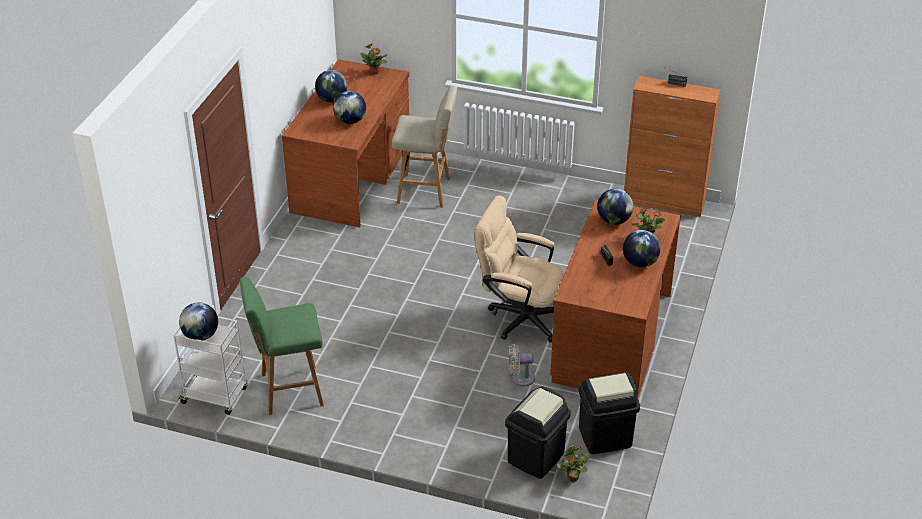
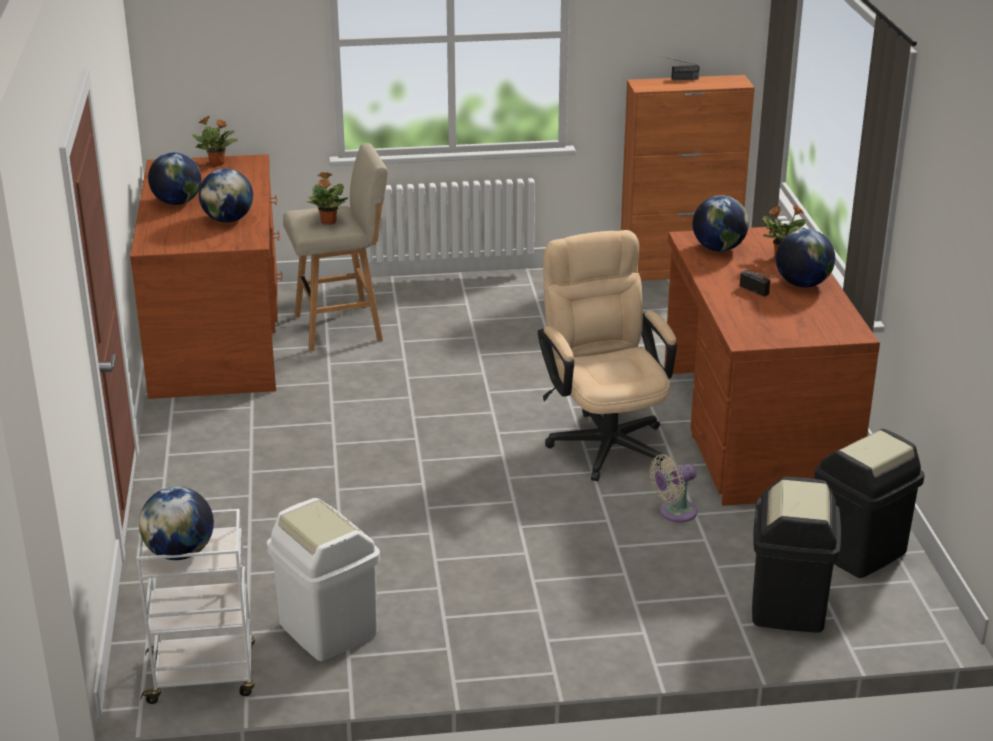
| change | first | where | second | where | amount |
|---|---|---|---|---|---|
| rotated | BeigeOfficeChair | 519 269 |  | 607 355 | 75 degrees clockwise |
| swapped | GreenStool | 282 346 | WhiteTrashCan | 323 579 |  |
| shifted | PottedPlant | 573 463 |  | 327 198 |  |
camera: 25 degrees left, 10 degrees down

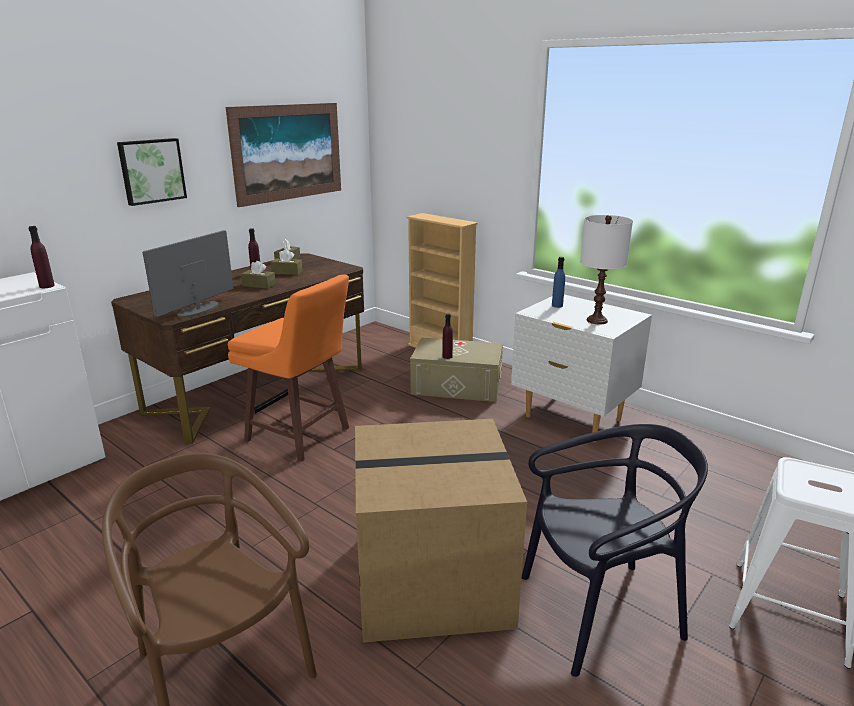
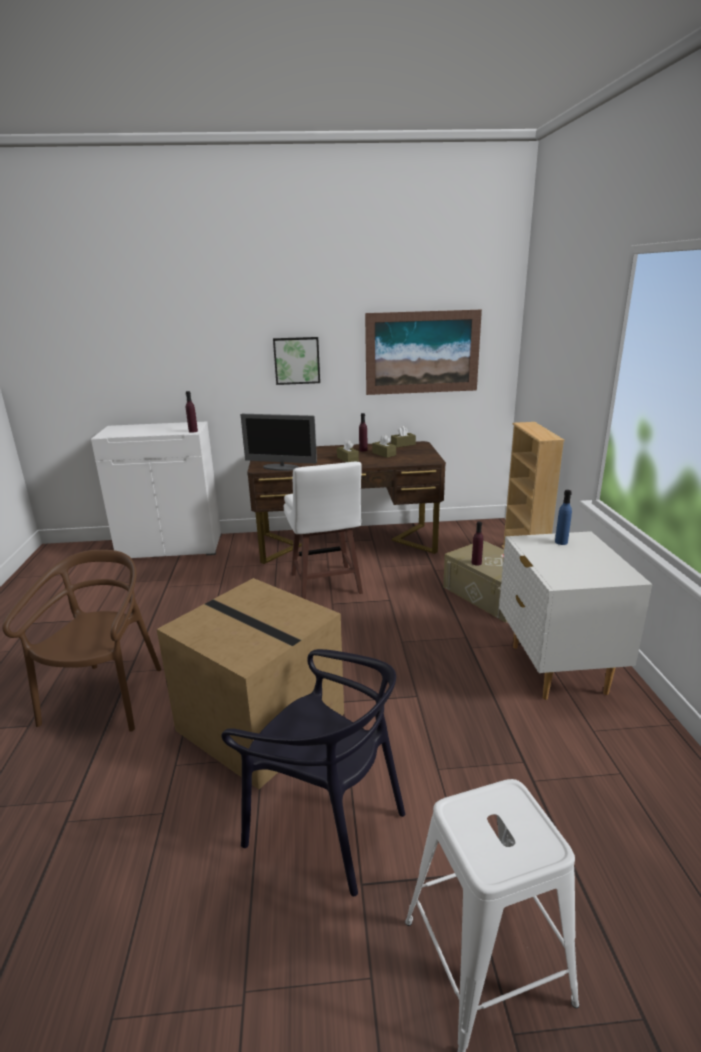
| change | first | where | second | where | amount |
|---|---|---|---|---|---|
| gone | WhiteTableLamp | 606 269 |  |  |  |
| rotated | Monitor | 187 274 |  | 279 442 | 150 degrees counterclockwise |
| repainted | OrangeStool | 288 368 | WhiteStool | 323 530 |  |
camera: 45 degrees right, 0 degrees up

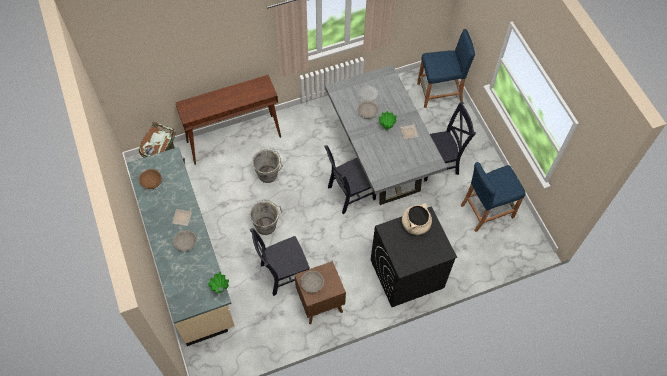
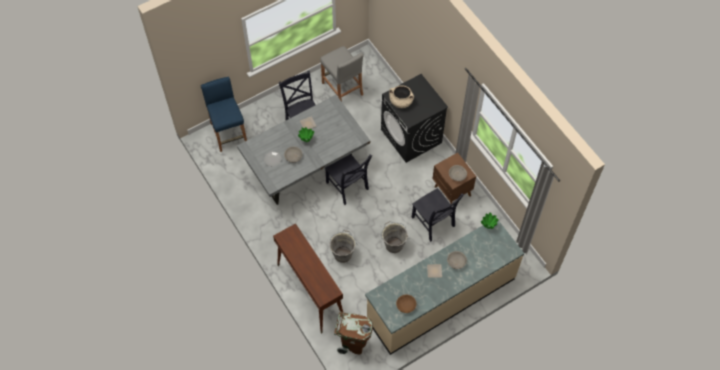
| change | first | where | second | where | amount |
|---|---|---|---|---|---|
| repainted | BlueStool | 493 197 | GreyStool | 342 74 |  |
camera: 100 degrees left, 0 degrees up

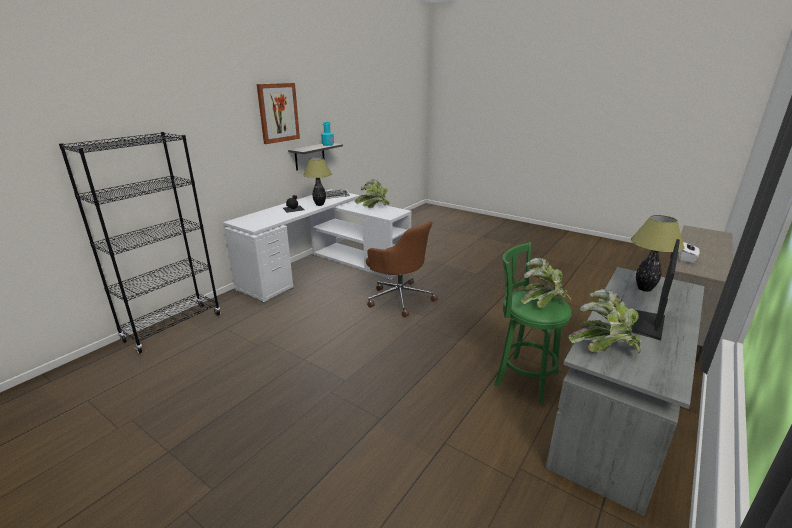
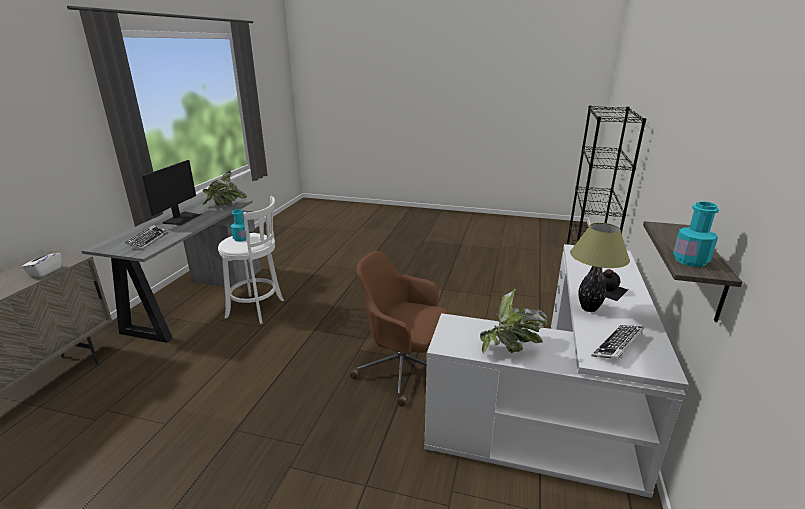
| change | first | where | second | where | amount |
|---|---|---|---|---|---|
| gone | Picture | 278 113 |  |  |  |
| swapped | TableLamp | 658 253 | Keyboard | 146 237 |  |
| repainted | GreenStool | 533 323 | WhiteStool | 251 260 |  |
| swapped | PottedPlant | 546 283 | TurquoiseBottle | 240 225 |  |
camera: 160 degrees right, 0 degrees up

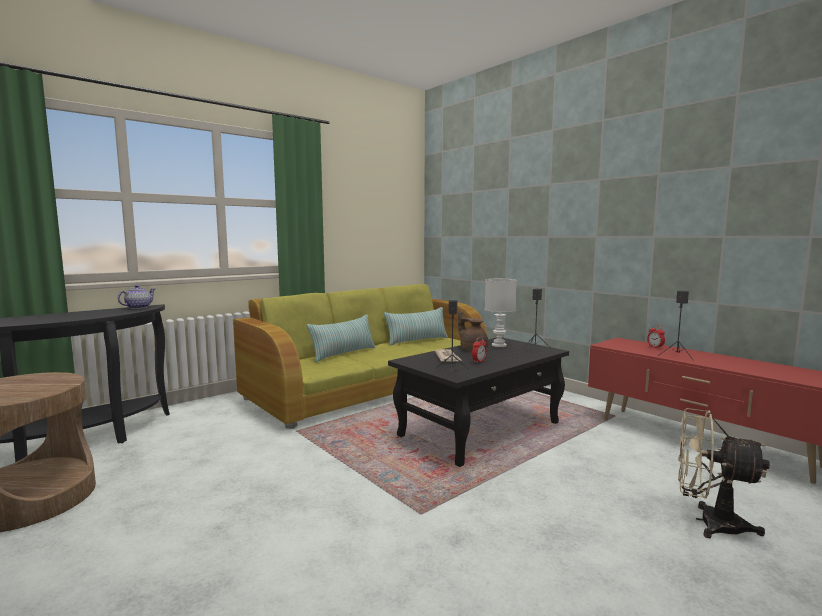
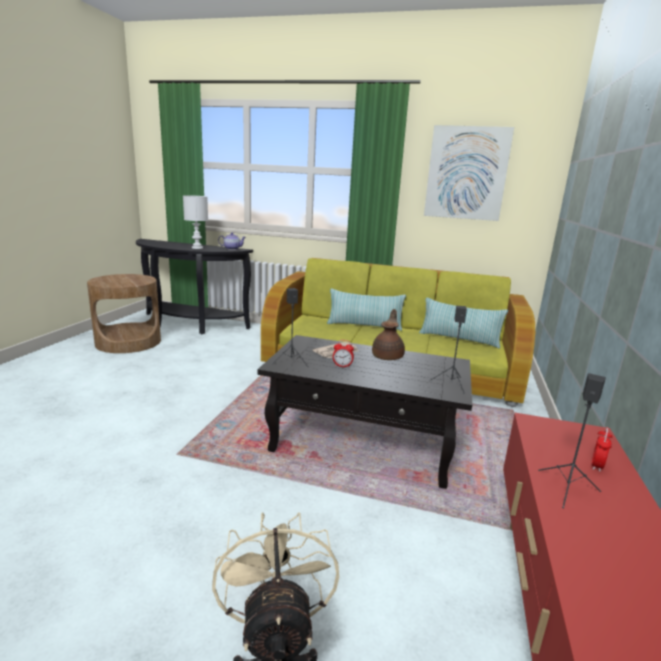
| change | first | where | second | where | amount |
|---|---|---|---|---|---|
| shifted | WhiteTableLamp | 501 313 |  | 195 222 |  |
| new |  |  | Picture | 469 173 |  |
camera: 55 degrees right, 10 degrees up

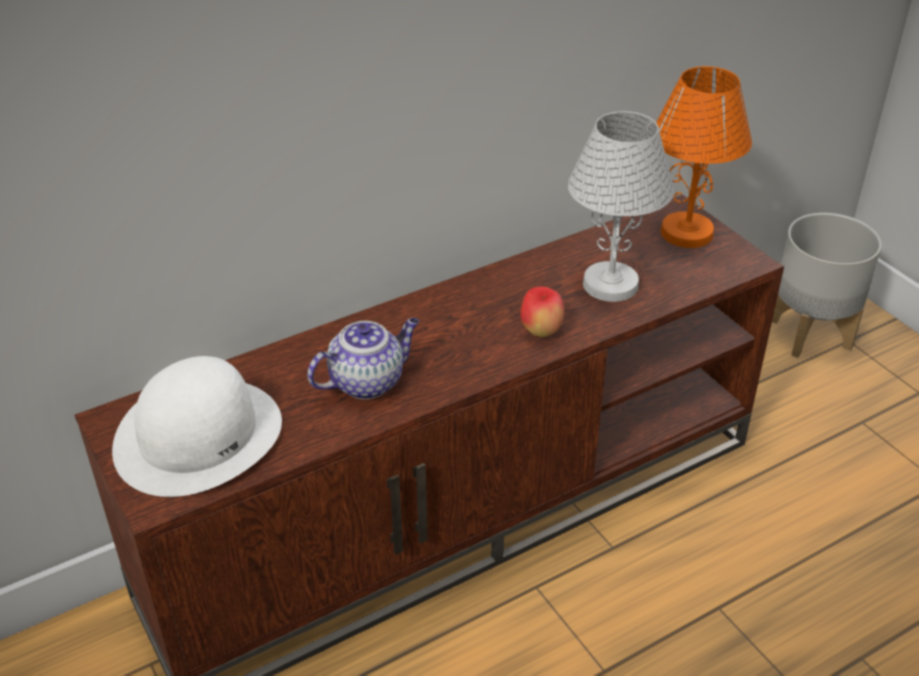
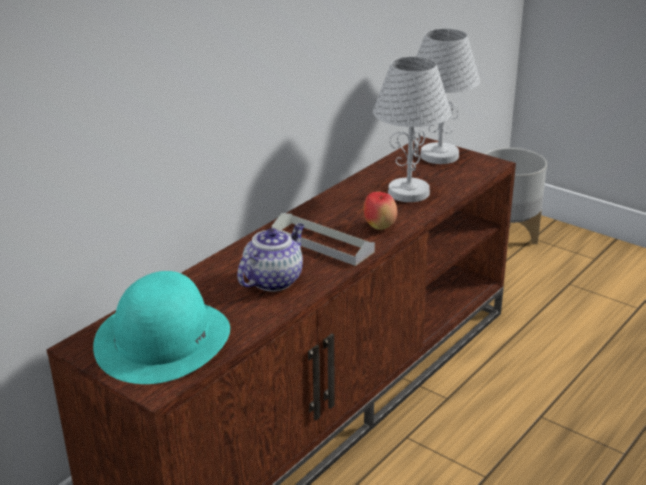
| change | first | where | second | where | amount |
|---|---|---|---|---|---|
| repainted | OrangeTableLamp | 704 157 | WhiteTableLamp | 448 96 |  |
| repainted | WhiteHat | 197 426 | TurquoiseHat | 161 327 |  |
| new |  |  | GreyTray | 323 239 |  |
camera: 20 degrees left, 10 degrees down

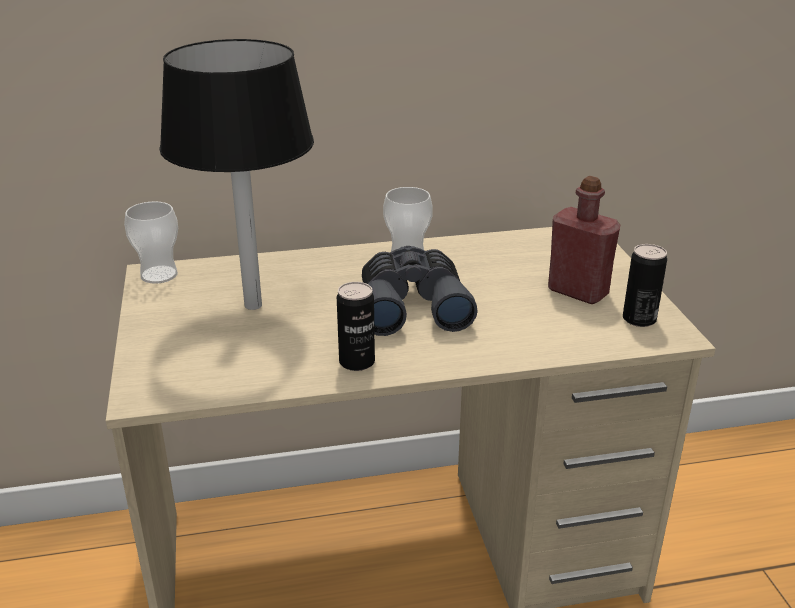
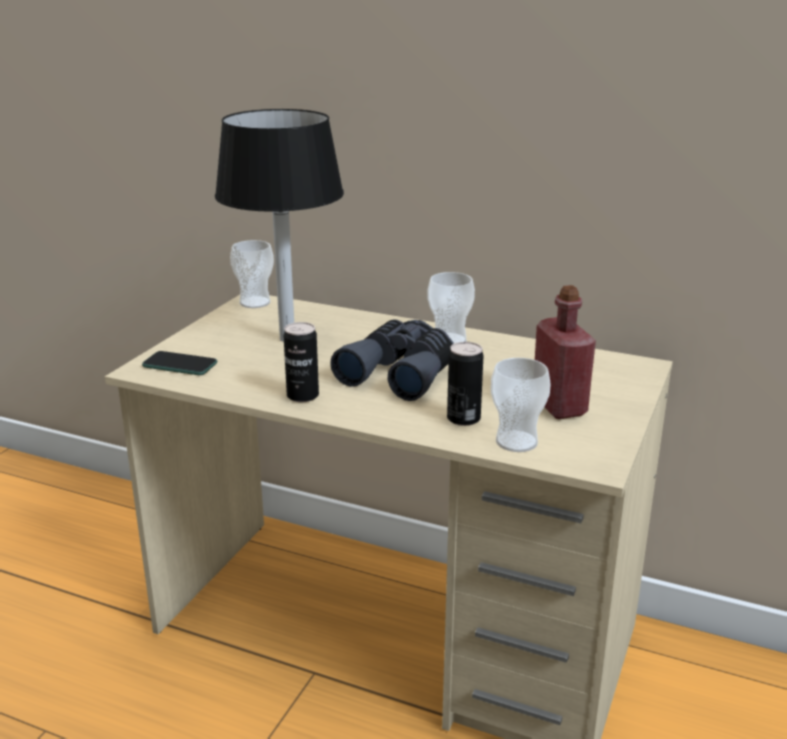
| change | first | where | second | where | amount |
|---|---|---|---|---|---|
| shifted | Can | 645 285 |  | 465 384 |  |
| new |  |  | Phone | 179 363 |  |
| new |  |  | Cup | 521 405 |  |
camera: 35 degrees right, 5 degrees down

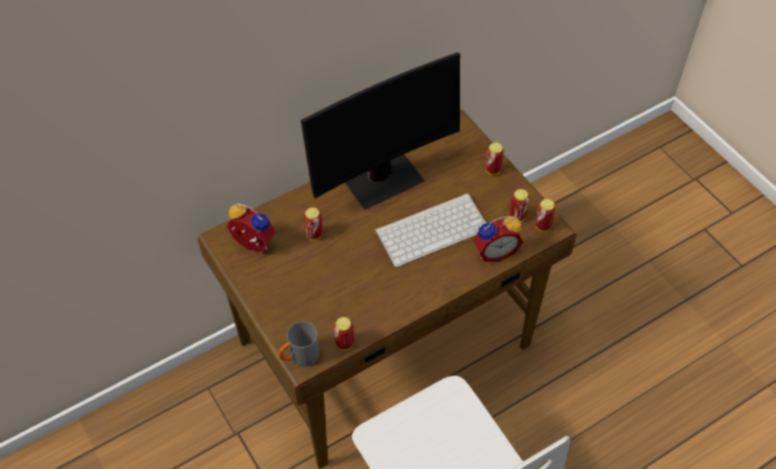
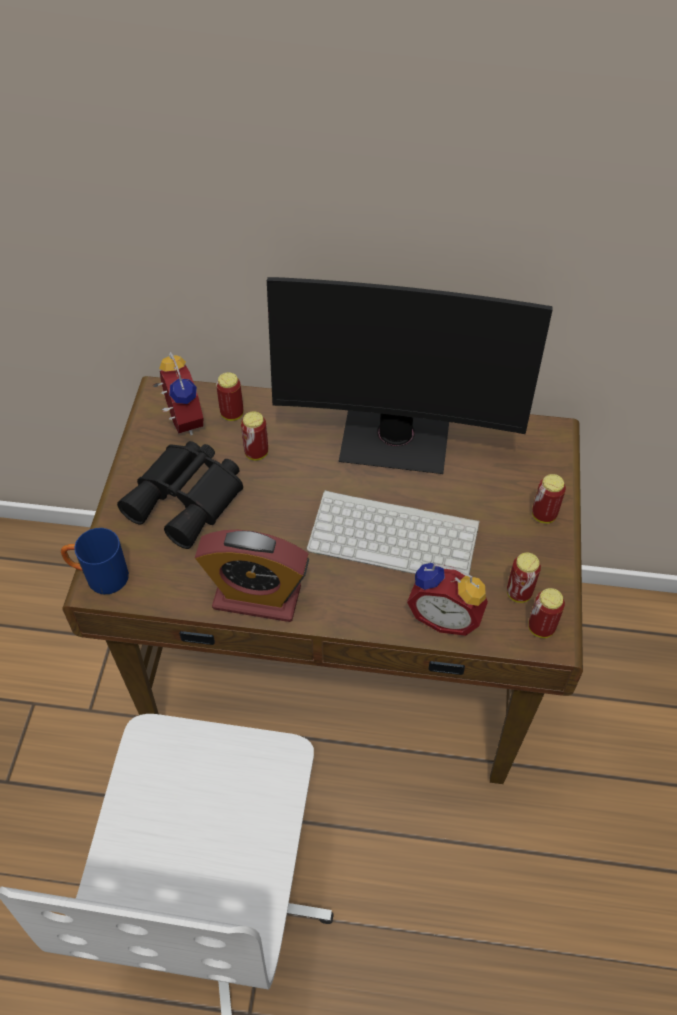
| change | first | where | second | where | amount |
|---|---|---|---|---|---|
| shifted | Can | 344 333 |  | 229 396 |  |
| repainted | GreyMug | 299 344 | BlueMug | 95 561 |  |
| new |  |  | BlackBinoculars | 180 495 |  |
| new |  |  | AlarmClock | 252 576 |  |
camera: 40 degrees right, 0 degrees up

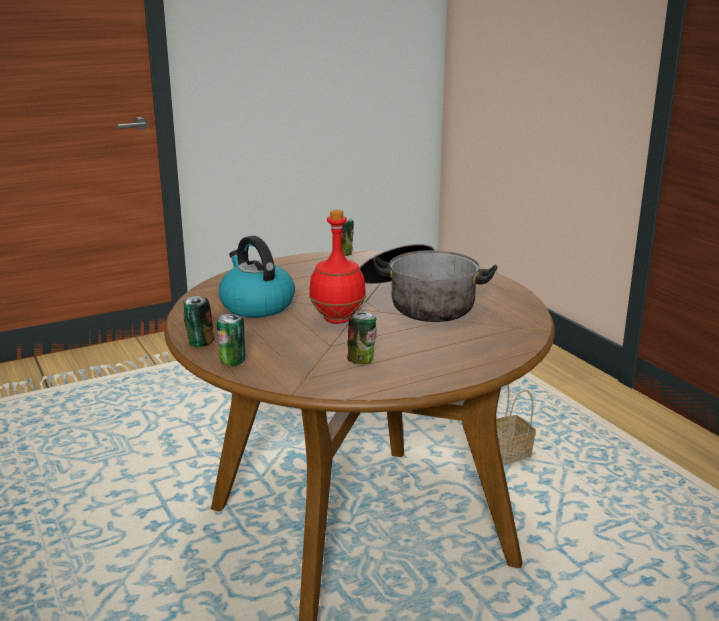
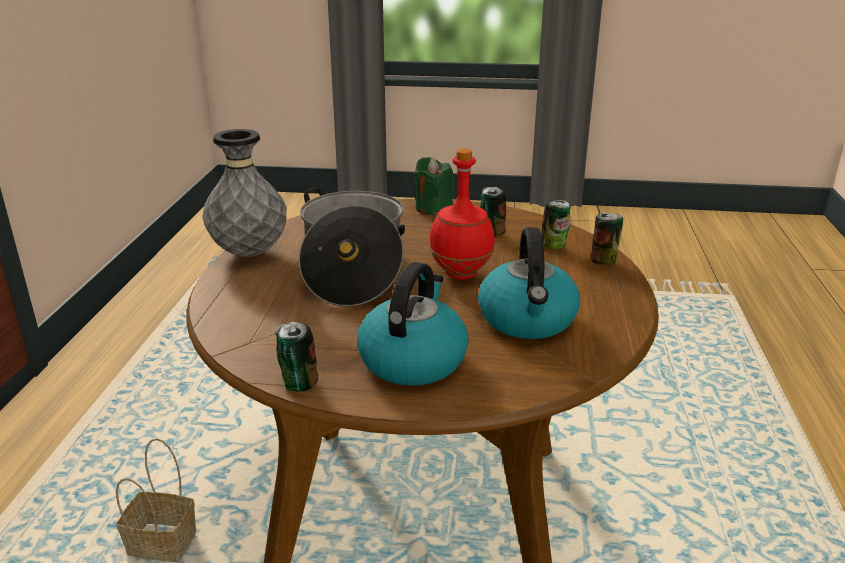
| change | first | where | second | where | amount |
|---|---|---|---|---|---|
| shifted | Can | 198 321 |  | 556 225 |  |
| new |  |  | GreyVase | 244 193 |  |
| new |  |  | GreenCandle | 434 186 |  |
| new |  |  | Kettle | 412 324 |  |
camera: 145 degrees left, 5 degrees up

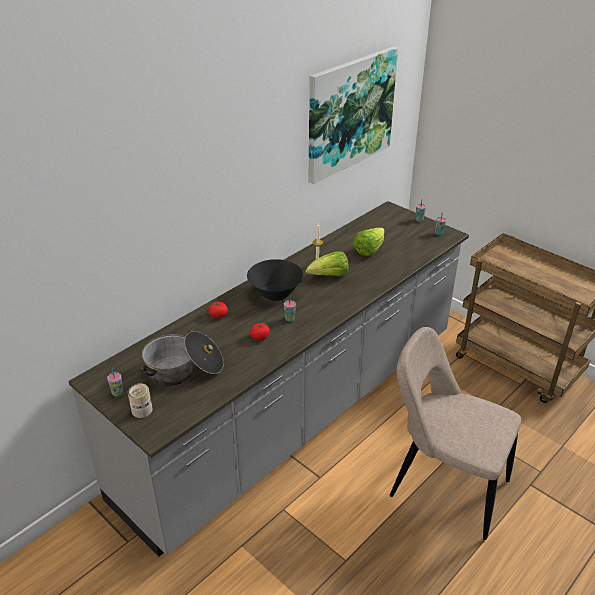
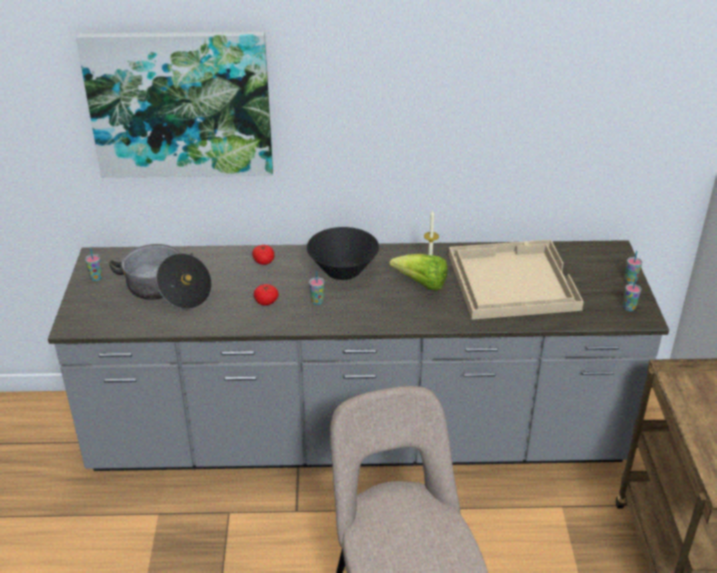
| change | first | where | second | where | amount |
|---|---|---|---|---|---|
| shifted | Picture | 353 115 |  | 174 105 |  |
| swapped | Lettuce | 368 242 | BeigeTray | 516 280 |  |
| gone | Can | 140 401 |  |  |  |
camera: 45 degrees right, 0 degrees up

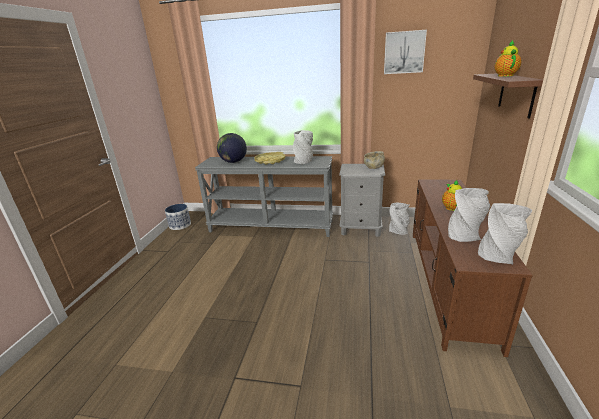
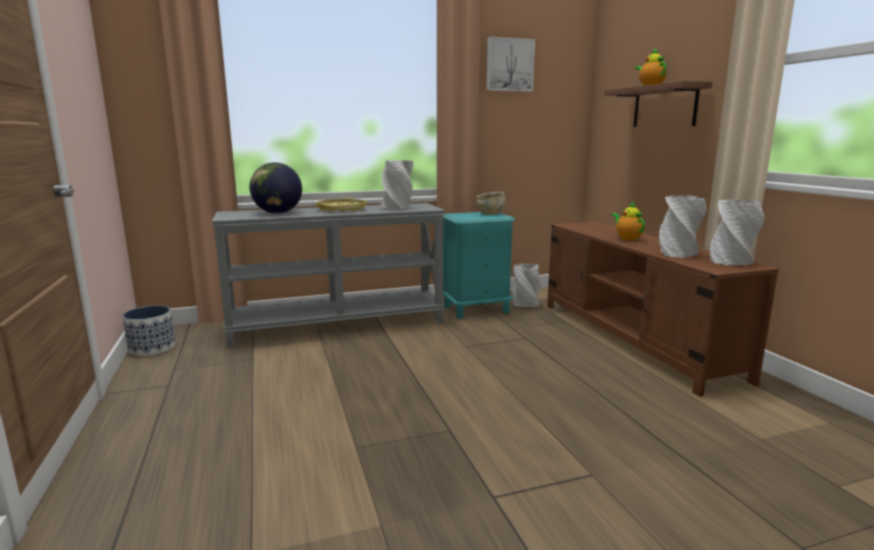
| change | first | where | second | where | amount |
|---|---|---|---|---|---|
| repainted | GreyNightstand | 362 200 | TurquoiseNightstand | 479 265 |  |
camera: 30 degrees left, 10 degrees down

